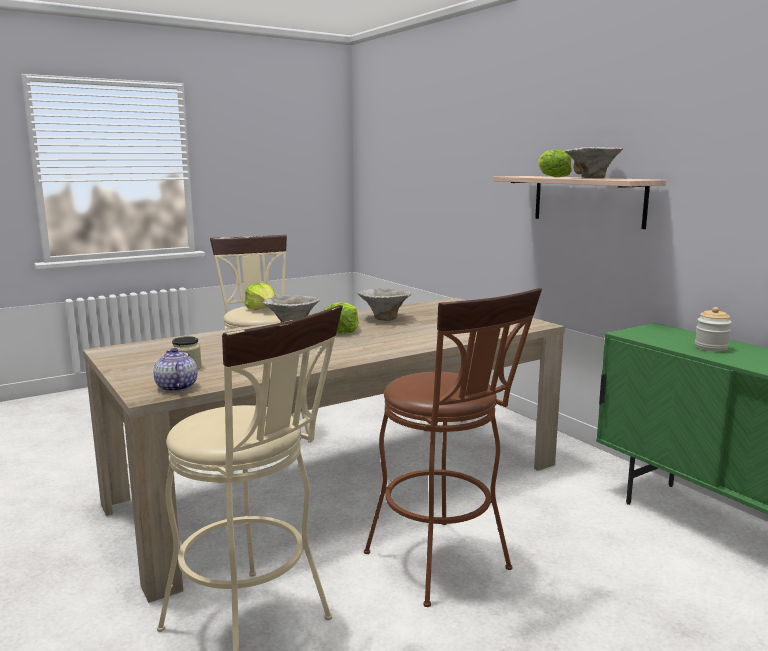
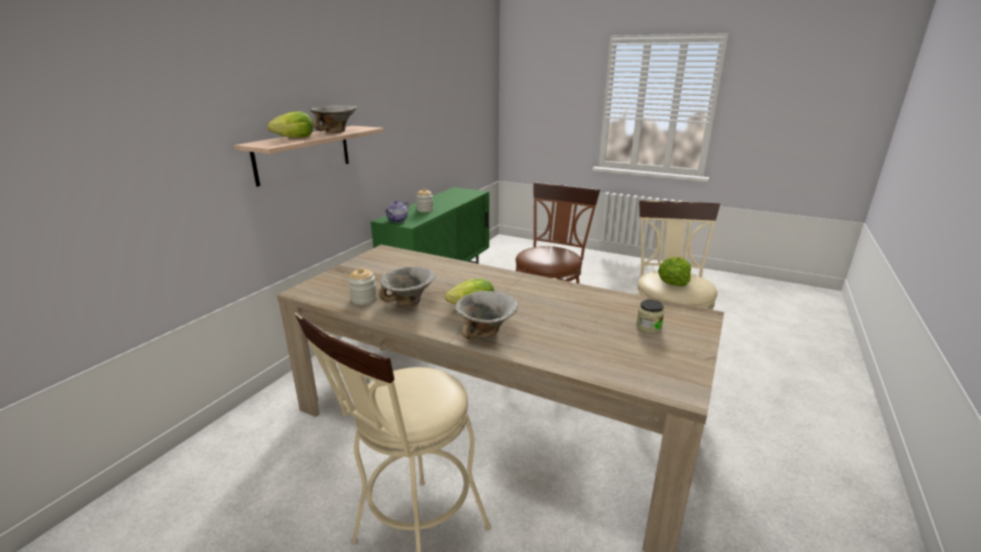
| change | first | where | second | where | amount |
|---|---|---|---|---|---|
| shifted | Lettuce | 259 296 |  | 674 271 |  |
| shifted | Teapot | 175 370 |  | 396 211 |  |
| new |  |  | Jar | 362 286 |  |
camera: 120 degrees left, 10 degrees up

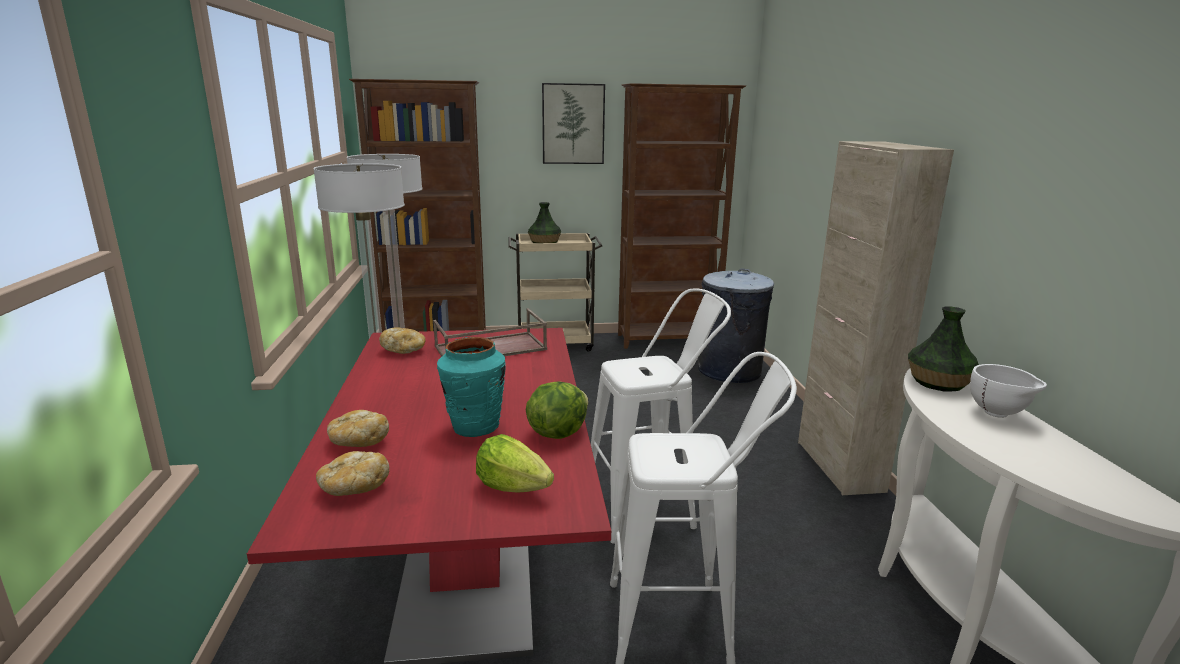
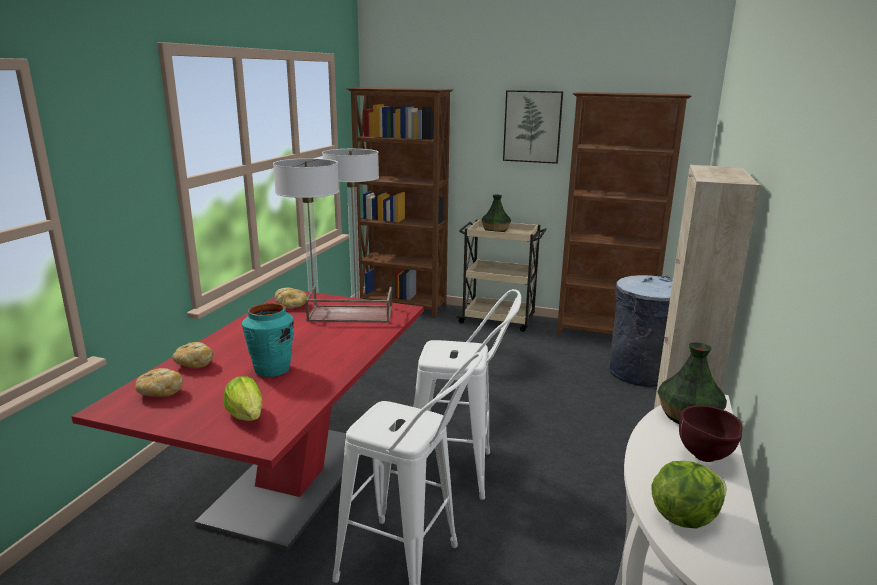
| change | first | where | second | where | amount |
|---|---|---|---|---|---|
| repainted | WhiteBowl | 1008 391 | BrownBowl | 710 433 |  |
| shifted | Lettuce | 557 410 |  | 688 495 |  |
camera: 25 degrees right, 0 degrees up

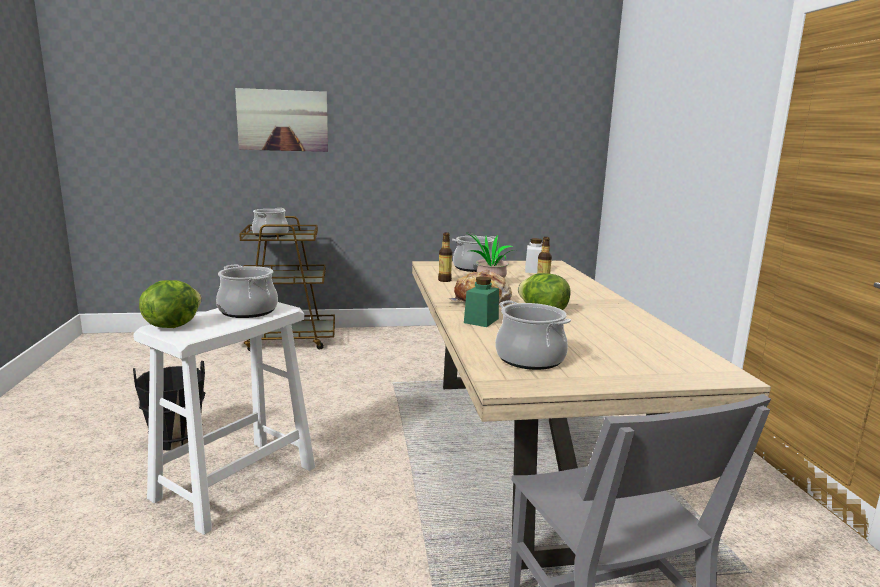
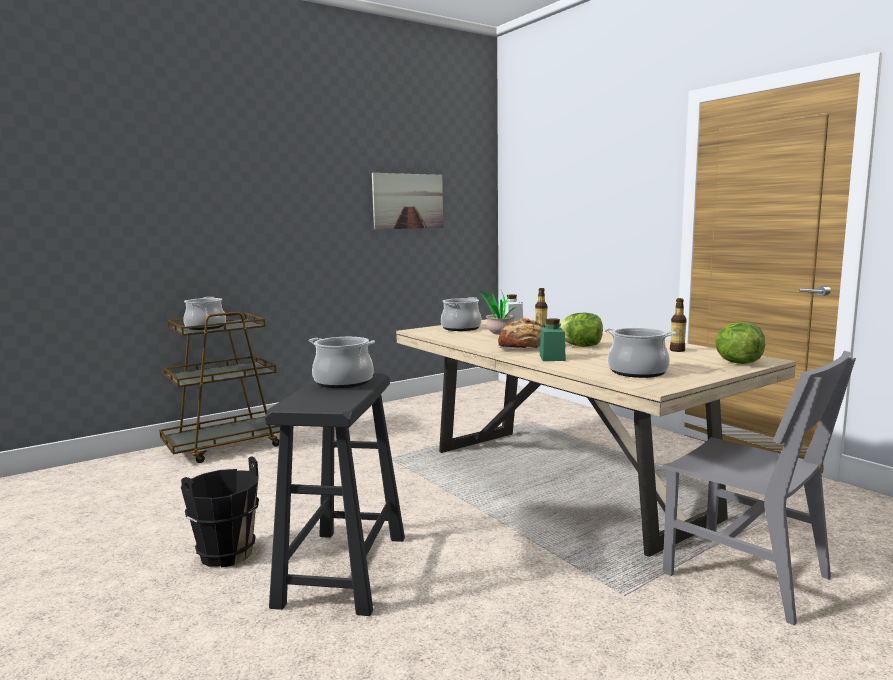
| change | first | where | second | where | amount |
|---|---|---|---|---|---|
| shifted | Picture | 281 120 |  | 407 201 |  |
| shifted | Bottle | 445 257 |  | 678 325 |  |
| shifted | Lettuce | 170 304 |  | 740 343 |  |
| repainted | WhiteStool | 224 418 | BlackStool | 335 494 |  |
camera: 25 degrees left, 5 degrees down

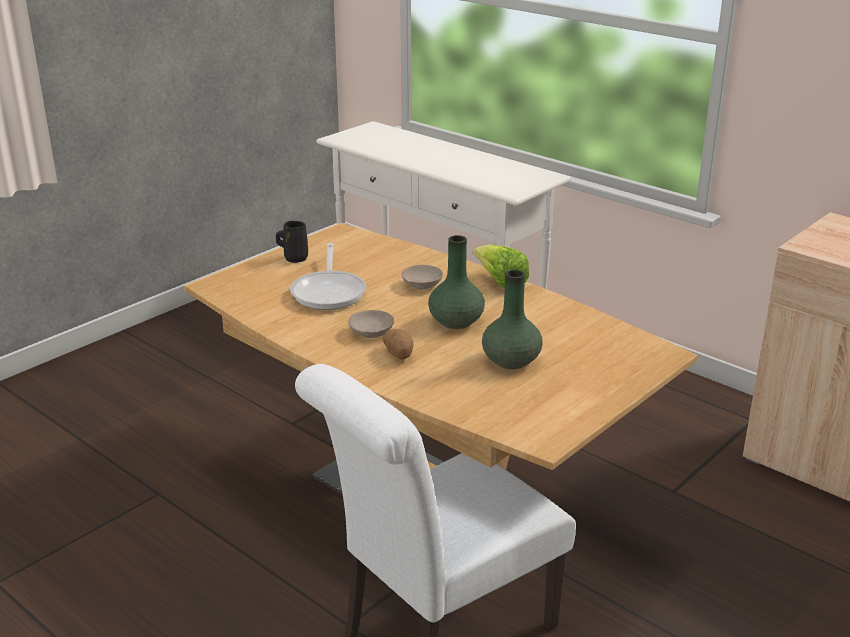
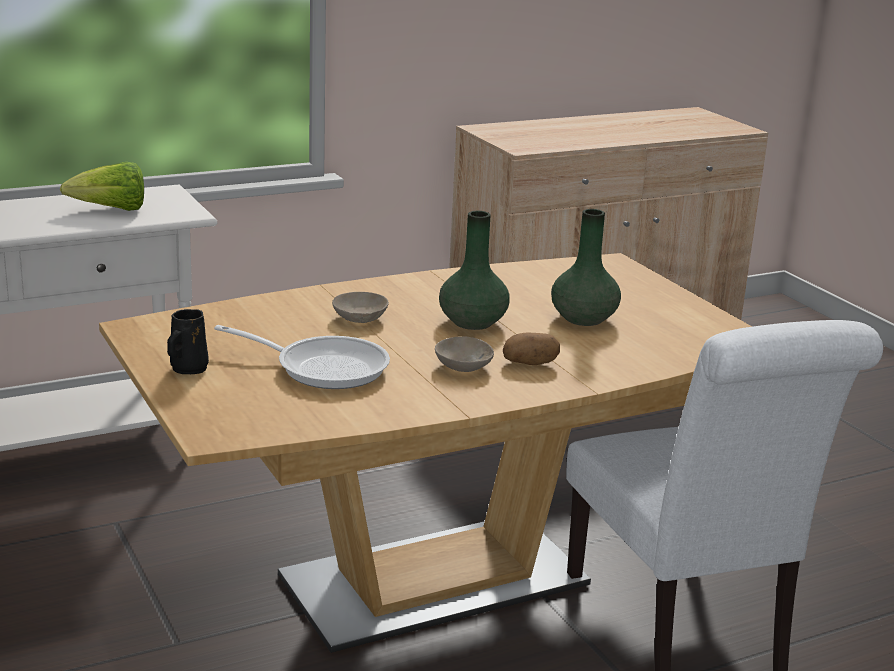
| change | first | where | second | where | amount |
|---|---|---|---|---|---|
| shifted | Lettuce | 501 267 |  | 102 186 |  |
camera: 70 degrees left, 5 degrees down

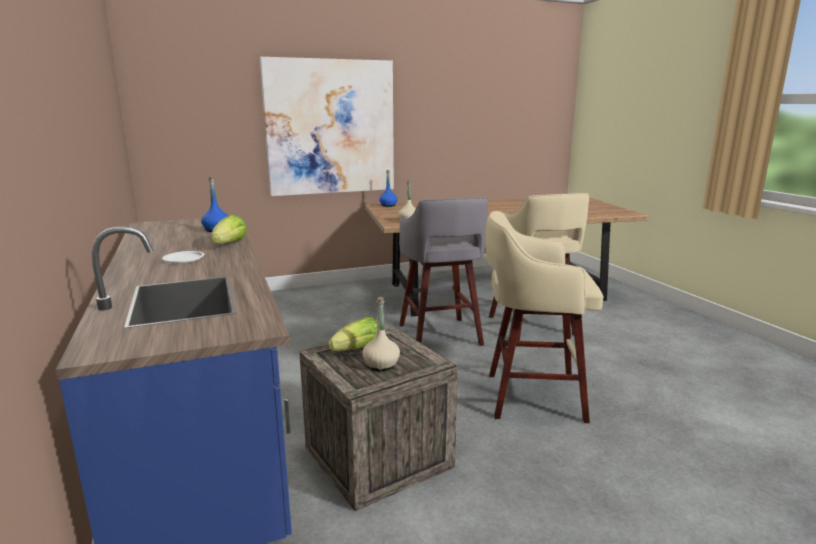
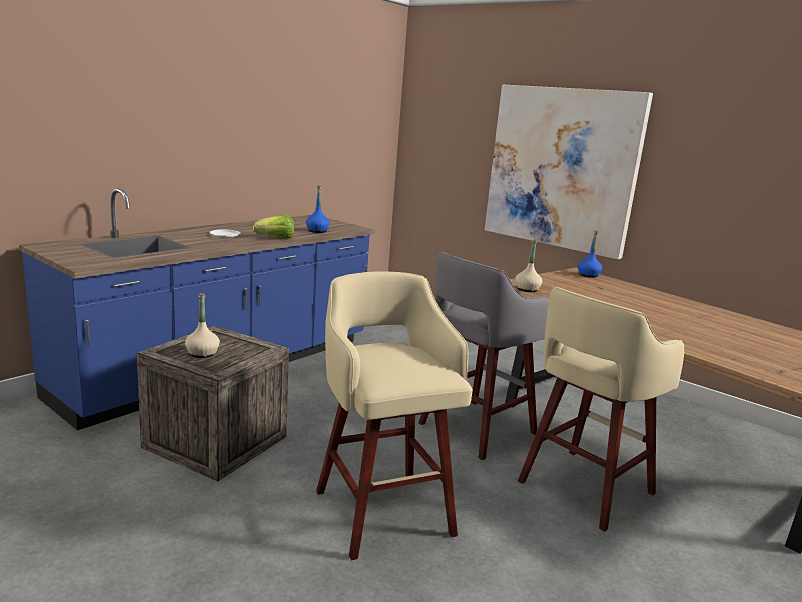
| change | first | where | second | where | amount |
|---|---|---|---|---|---|
| gone | Lettuce | 352 334 |  |  |  |
camera: 60 degrees right, 0 degrees up

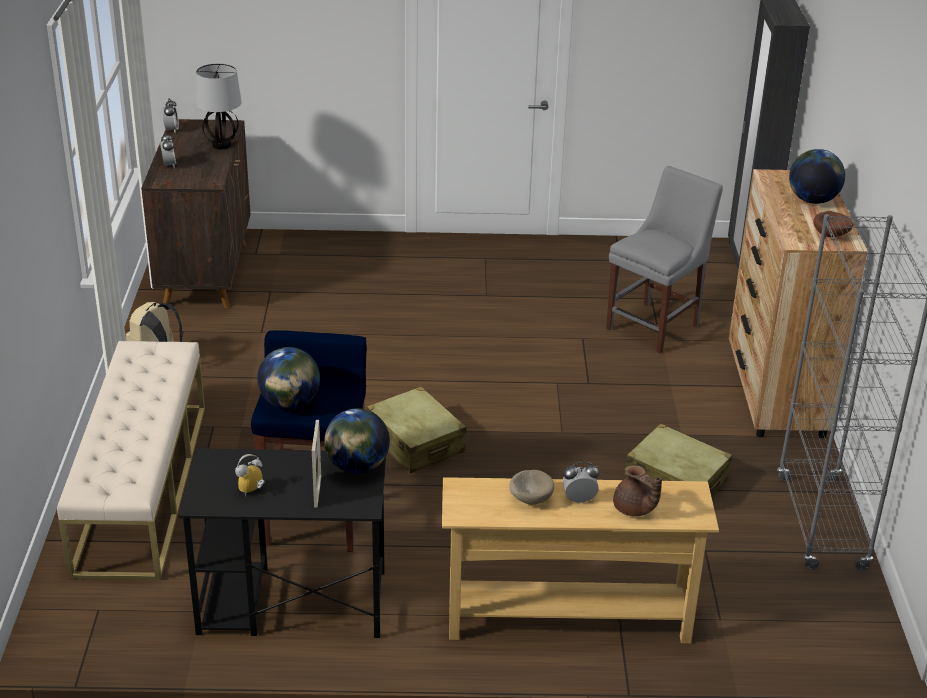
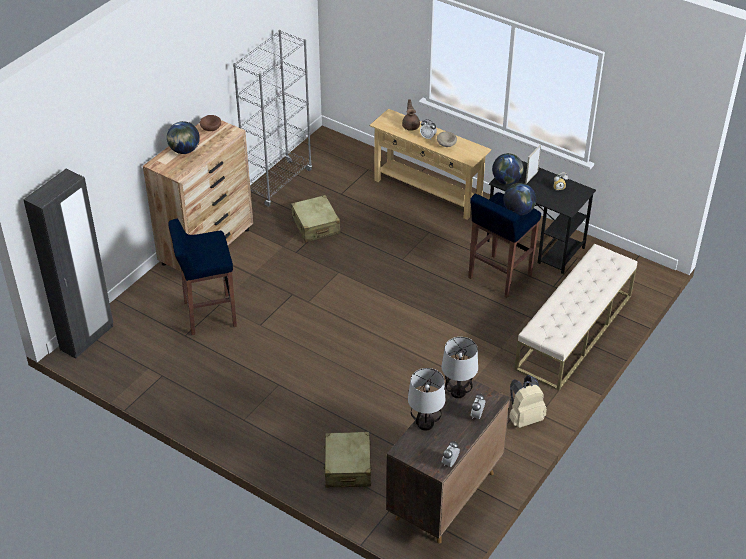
| change | first | where | second | where | amount |
|---|---|---|---|---|---|
| swapped | GreyChair | 664 259 | BlueStool | 202 277 |  |
| shifted | BeigeSuitcase | 416 429 |  | 347 460 |  |
| new |  |  | TableLamp | 460 367 |  |
camera: 145 degrees left, 10 degrees up

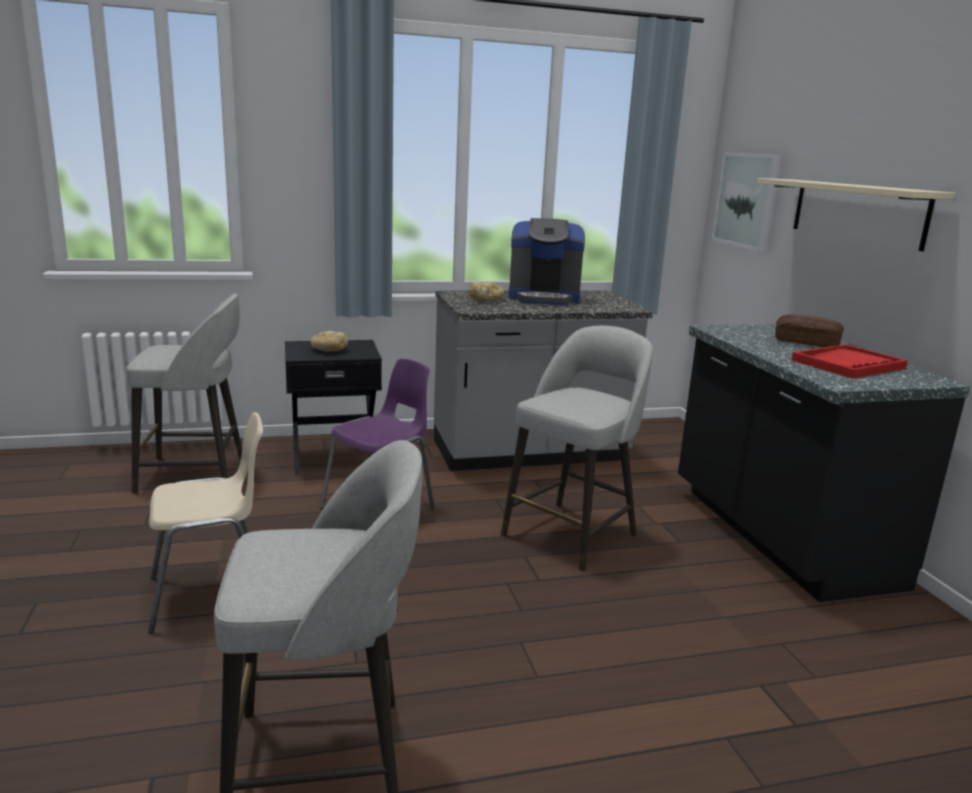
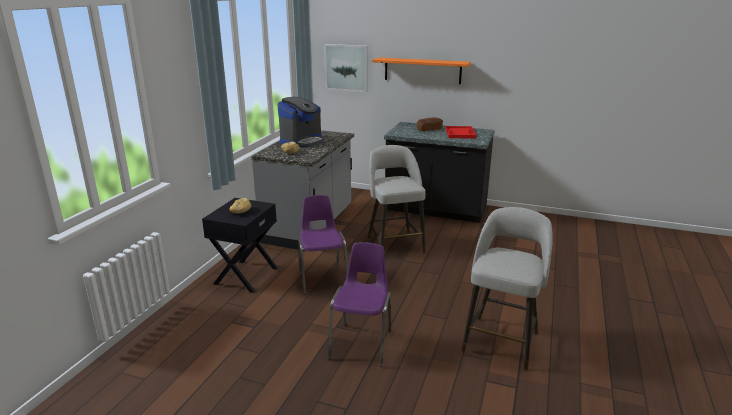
| change | first | where | second | where | amount |
|---|---|---|---|---|---|
| repainted | BeigeShelf | 856 214 | OrangeShelf | 421 70 |  |
| gone | GreyStool | 184 394 |  |  |  |
| repainted | BeigeChair | 205 522 | PurpleChair | 359 304 |  |
camera: 55 degrees left, 5 degrees up

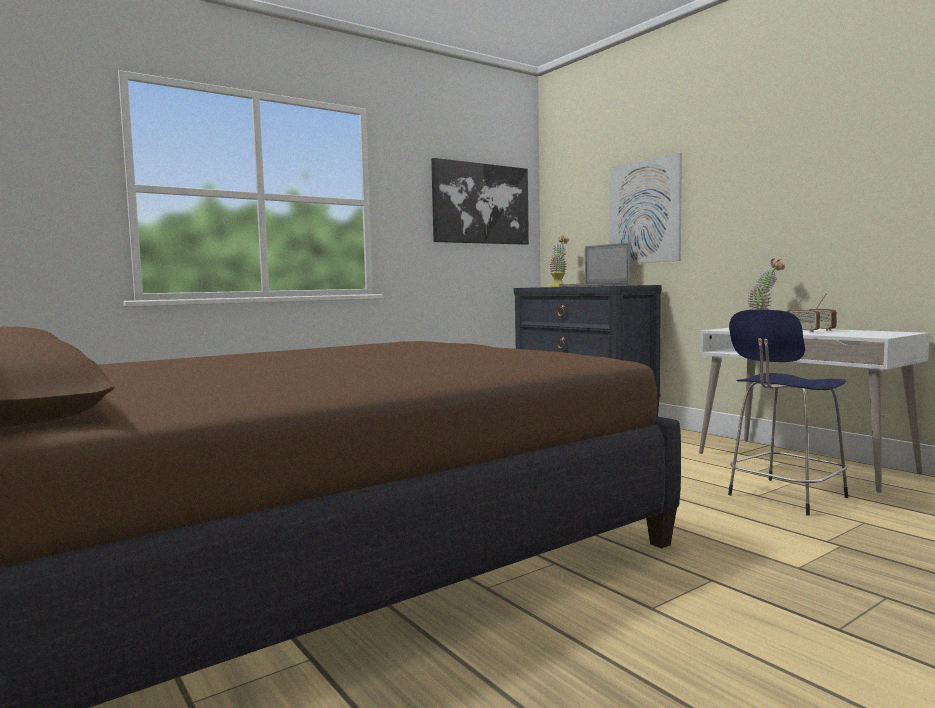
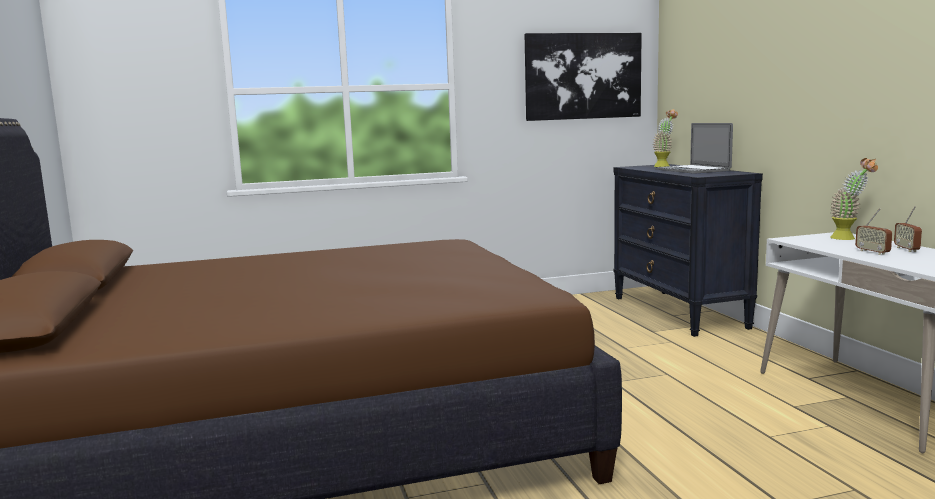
| change | first | where | second | where | amount |
|---|---|---|---|---|---|
| gone | Picture | 646 208 |  |  |  |
| gone | BlueStool | 788 413 |  |  |  |
camera: 20 degrees right, 5 degrees up

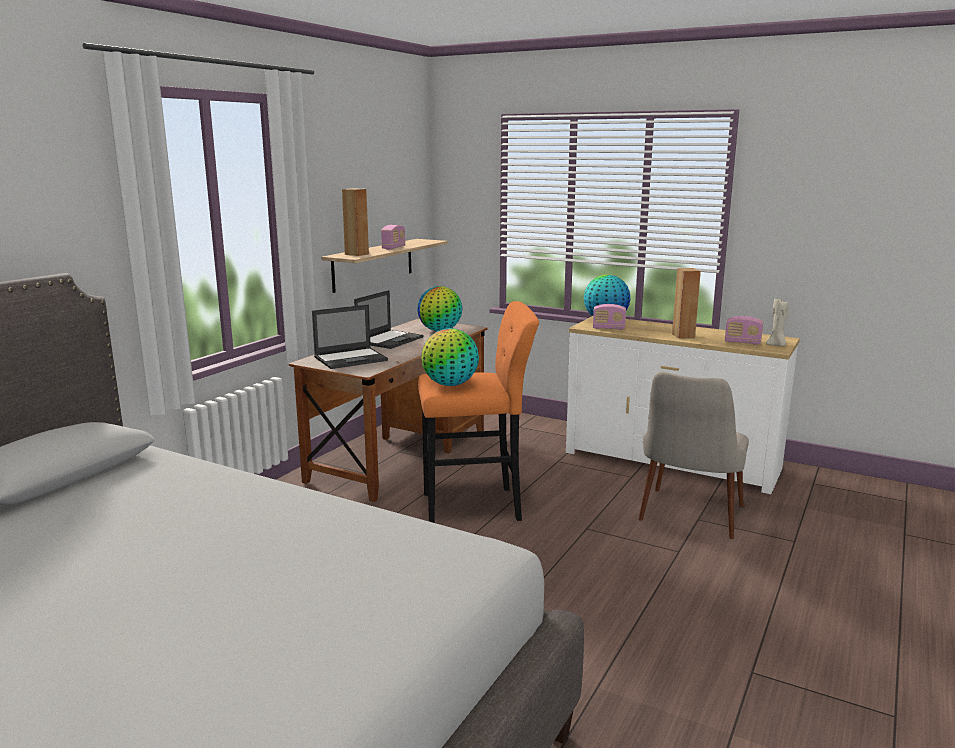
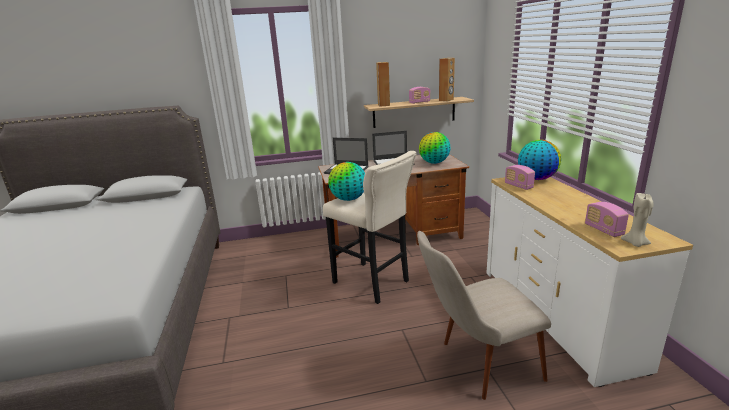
| change | first | where | second | where | amount |
|---|---|---|---|---|---|
| shifted | BrownSpeaker | 686 303 |  | 447 79 |  |
| repainted | OrangeStool | 478 412 | BeigeStool | 370 227 |  |
camera: 50 degrees right, 5 degrees up

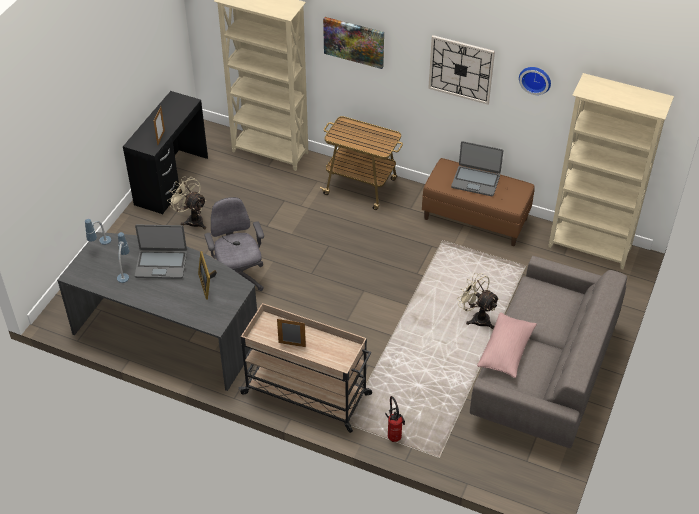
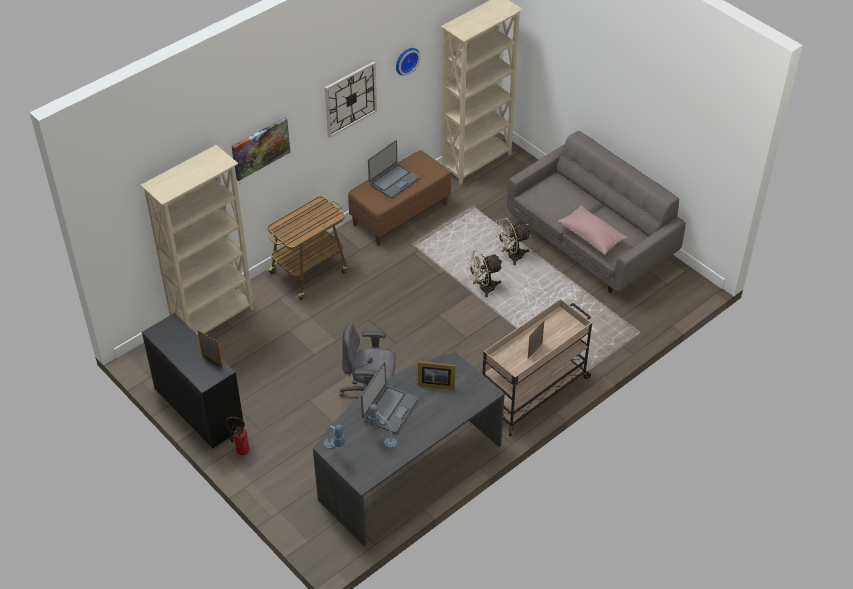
| change | first | where | second | where | amount |
|---|---|---|---|---|---|
| shifted | BeigeFan | 186 202 |  | 484 273 |  |
| shifted | FireExtinguisher | 395 419 |  | 237 436 |  |
camera: 65 degrees left, 0 degrees up

